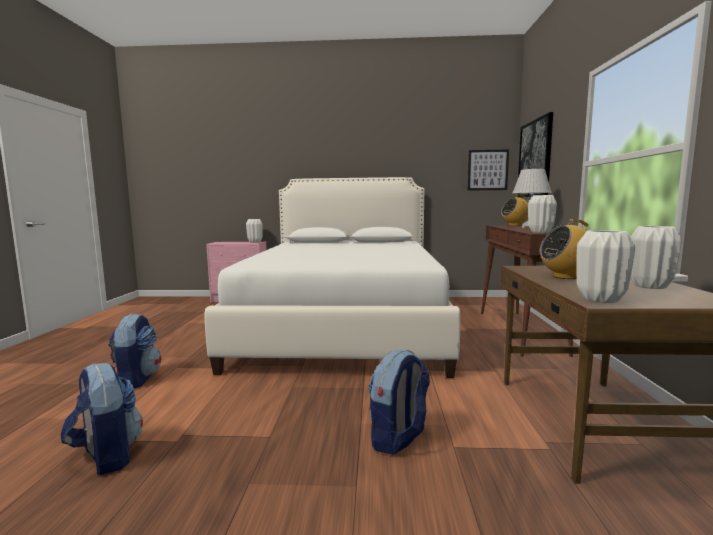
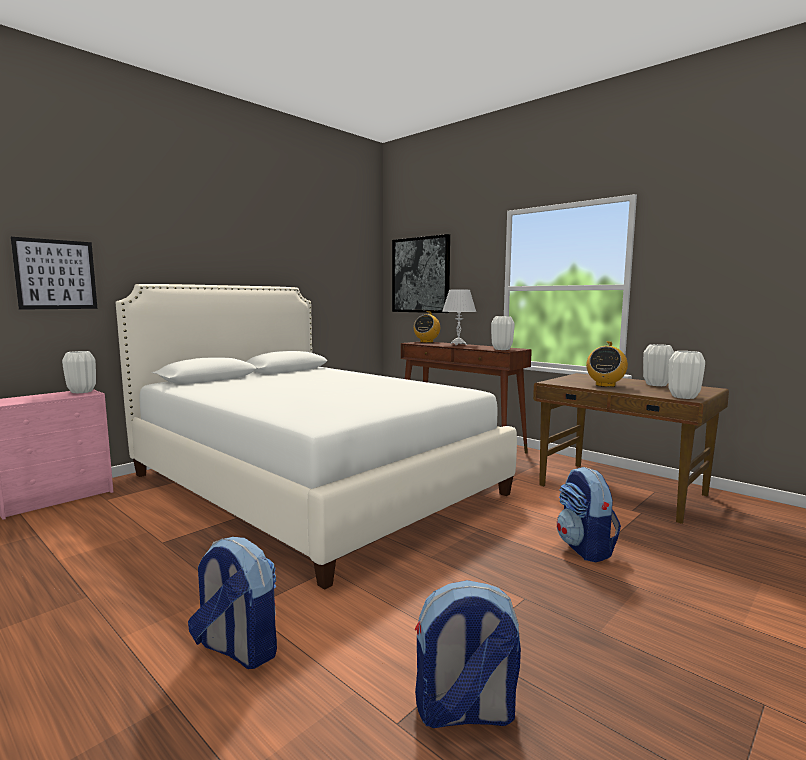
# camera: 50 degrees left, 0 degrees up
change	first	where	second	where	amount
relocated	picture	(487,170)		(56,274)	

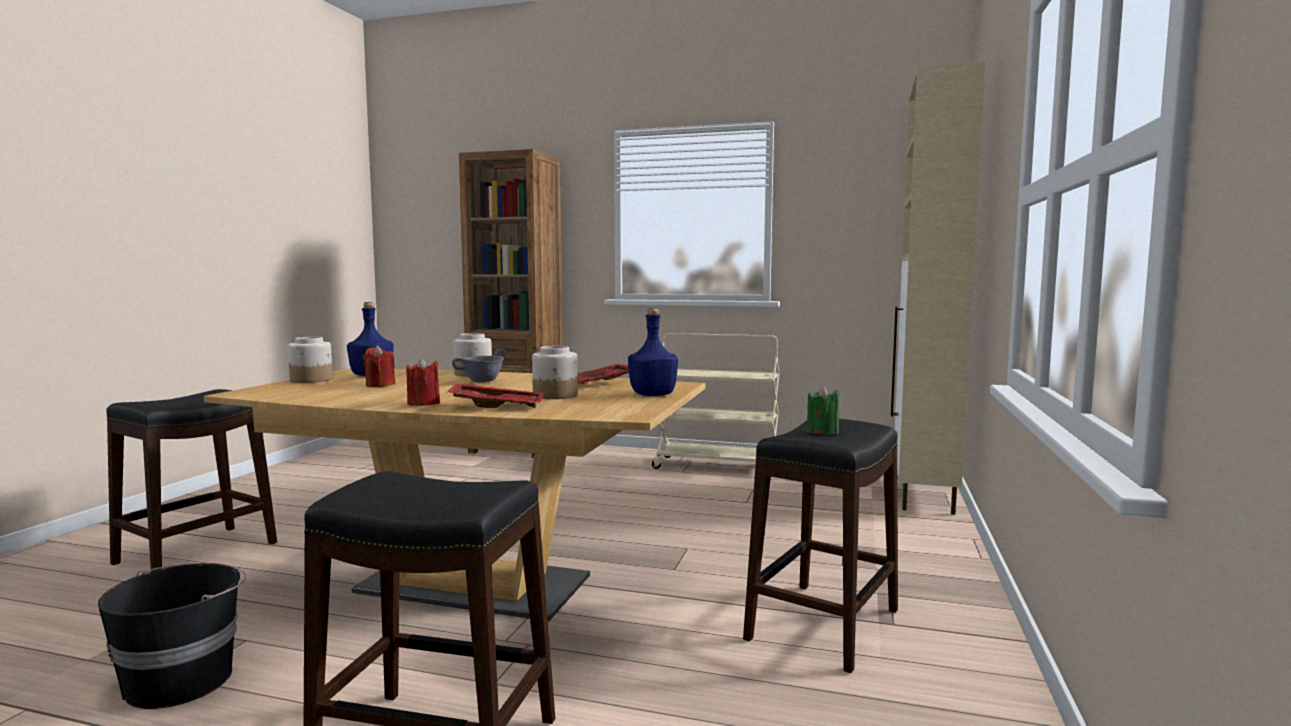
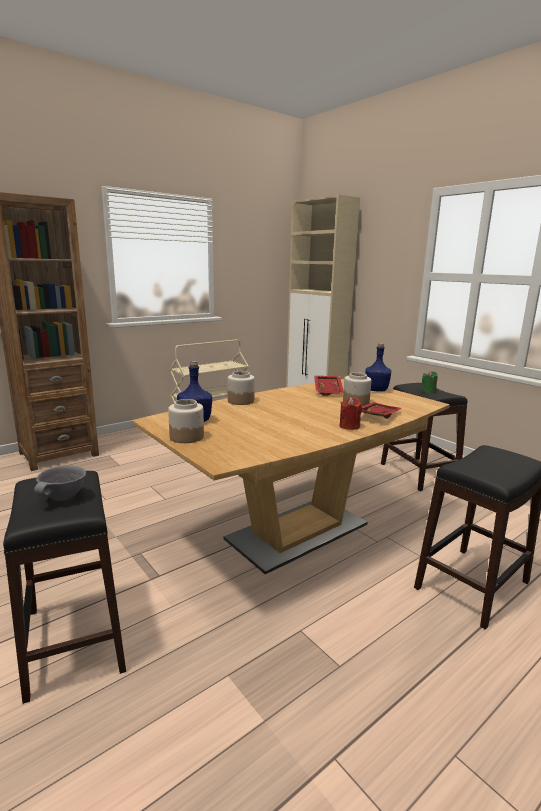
# camera: 55 degrees left, 10 degrees up
change	first	where	second	where	amount
missing	bucket/black	(182,681)			
missing	candle/red	(380,385)			
relocated	bowl/grey	(481,382)		(63,498)	

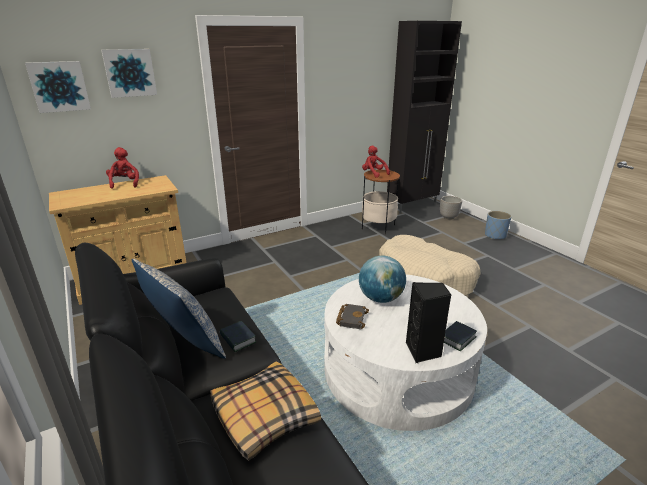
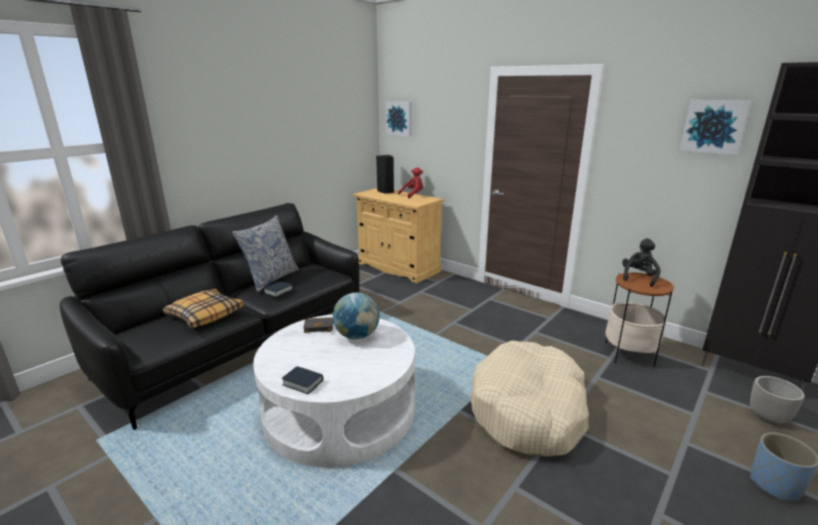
# camera: 70 degrees right, 5 degrees down
change	first	where	second	where	amount
relocated	picture	(129,72)		(714,126)	
colour	plush toy/red	(373,174)	plush toy/black	(638,278)	
relocated	speaker/black	(423,351)		(386,191)	

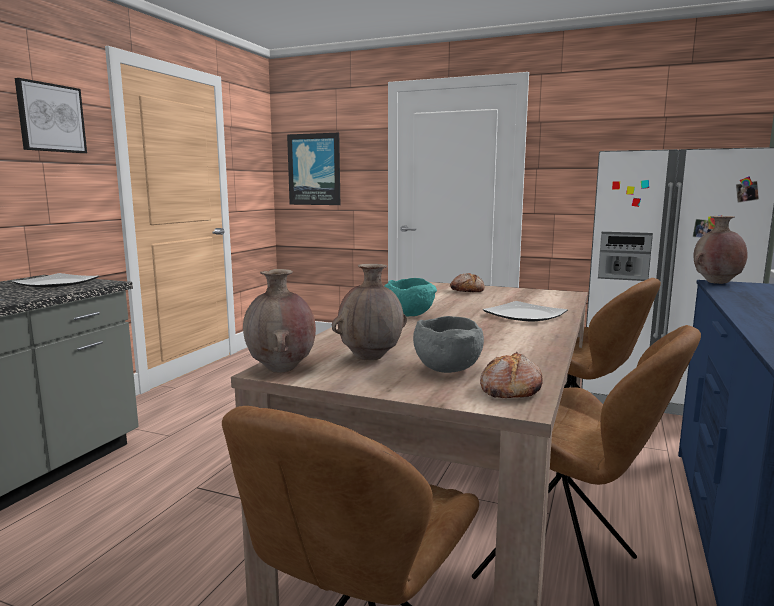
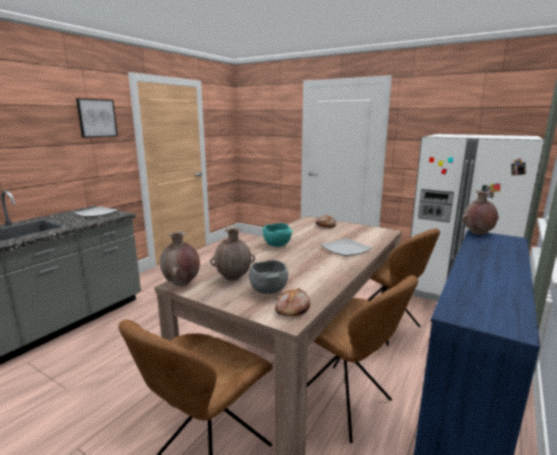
# camera: 10 degrees right, 5 degrees up
change	first	where	second	where	amount
missing	picture	(314,169)			

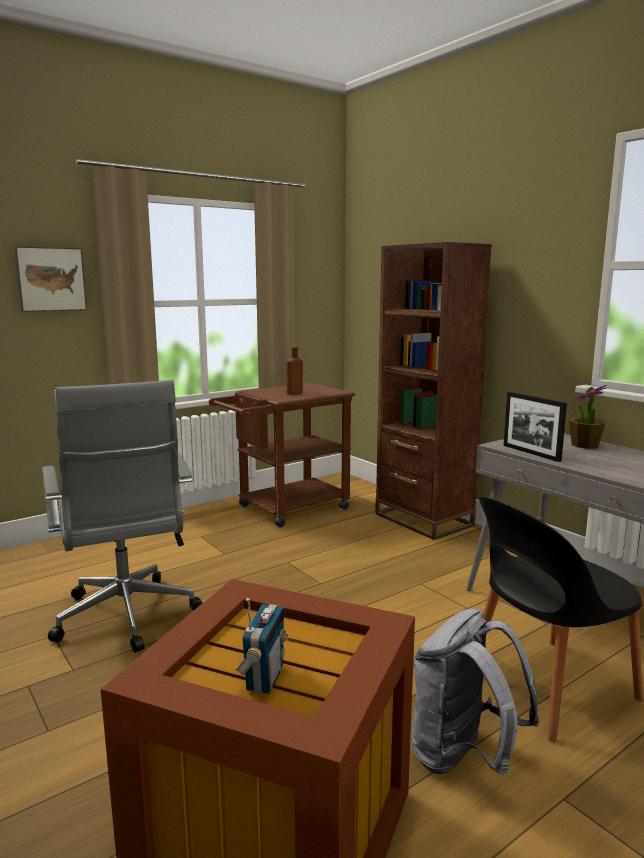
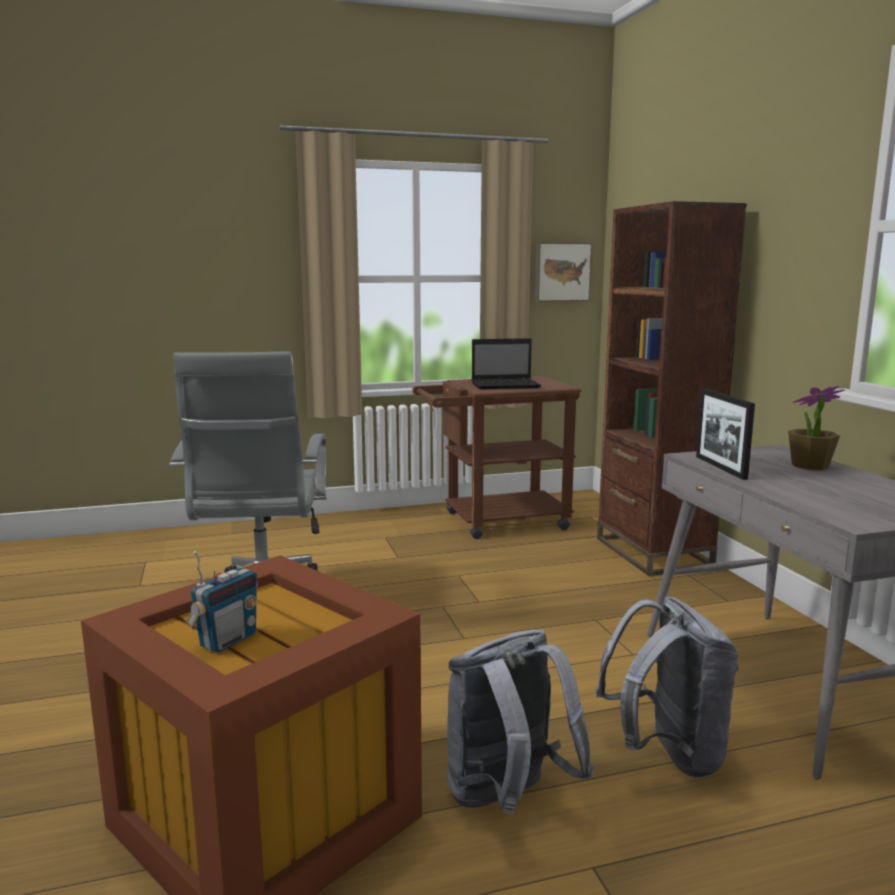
# camera: 20 degrees right, 0 degrees up
change	first	where	second	where	amount
relocated	picture	(50,279)		(562,272)	
exchanged	bottle/brown	(293,393)	laptop	(506,385)	
exchanged	chair/black	(547,687)	backpack/grey	(667,754)	

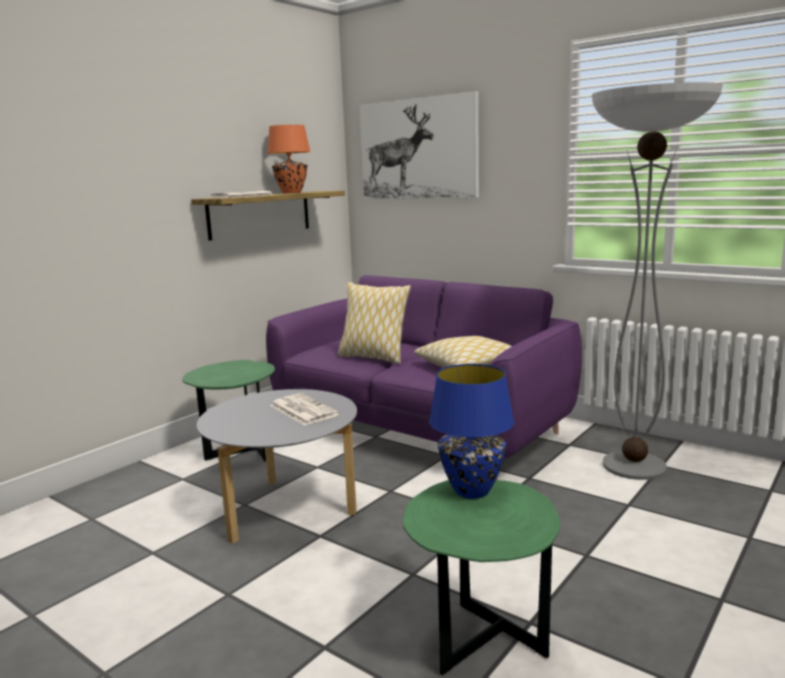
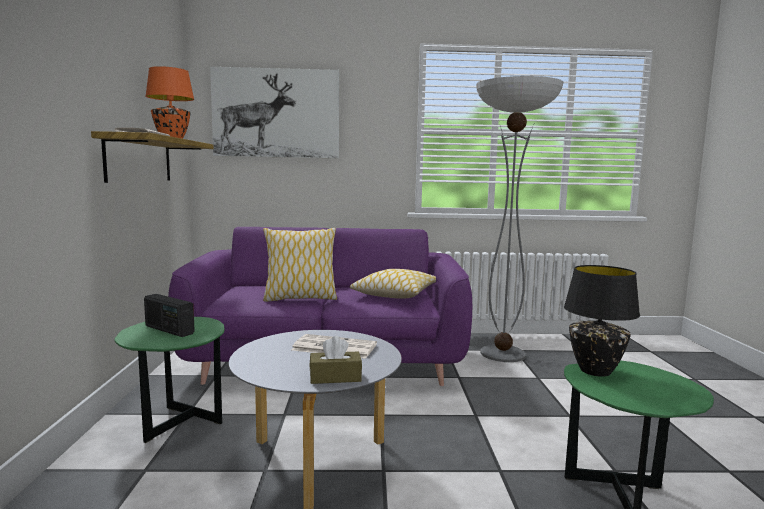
# camera: 40 degrees left, 5 degrees down
change	first	where	second	where	amount
colour	table lamp/blue	(472,490)	table lamp/black	(595,370)	
appeared			radio	(169,330)	
appeared			tissue box/brown	(335,377)	

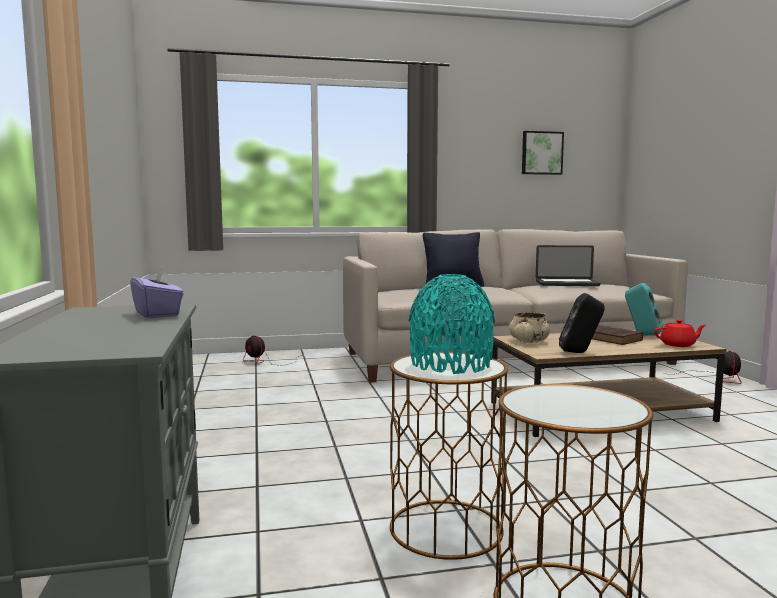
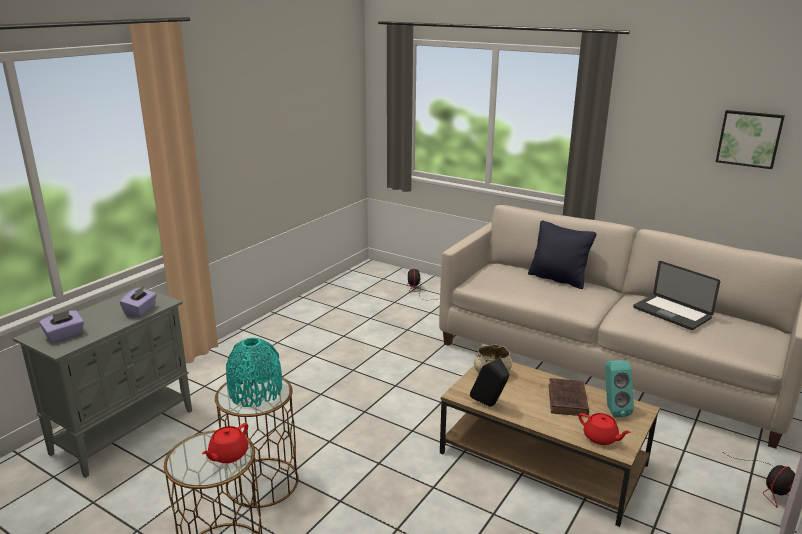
# camera: 45 degrees right, 15 degrees up
change	first	where	second	where	amount
appeared			tissue box/purple	(65,335)	
appeared			teapot/red	(228,455)	

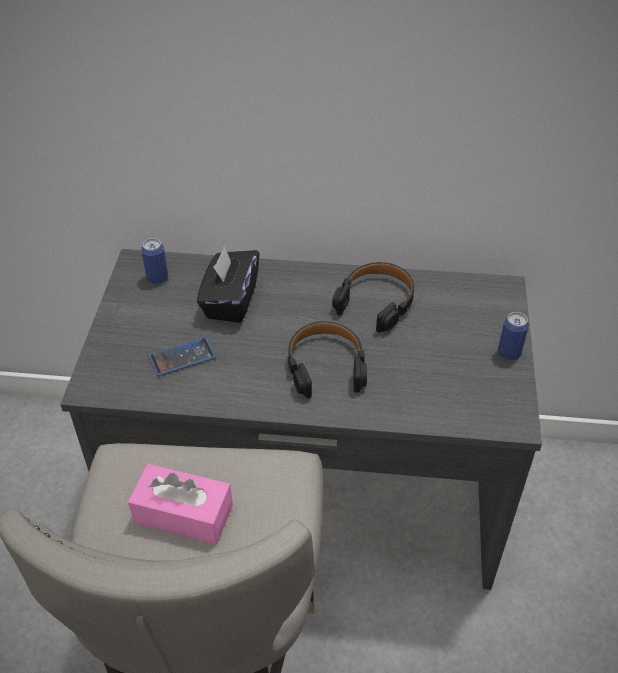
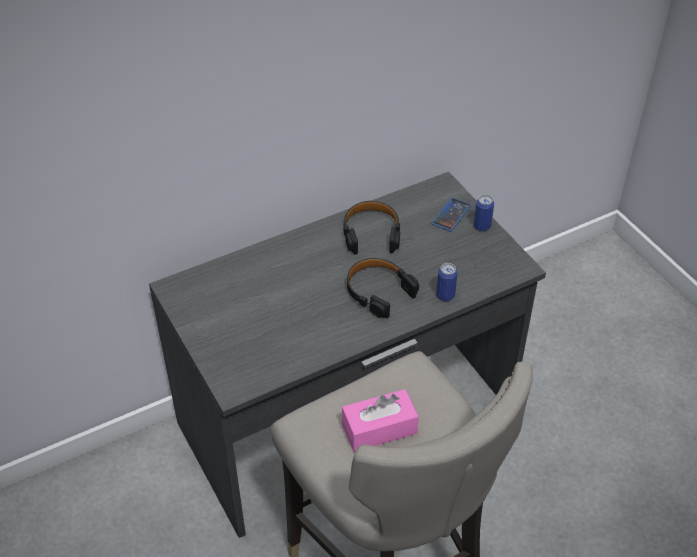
# camera: 35 degrees left, 0 degrees up
change	first	where	second	where	amount
relocated	can	(157,278)		(445,295)	
relocated	phone	(182,357)		(451,215)	
missing	tissue box/black	(230,301)			

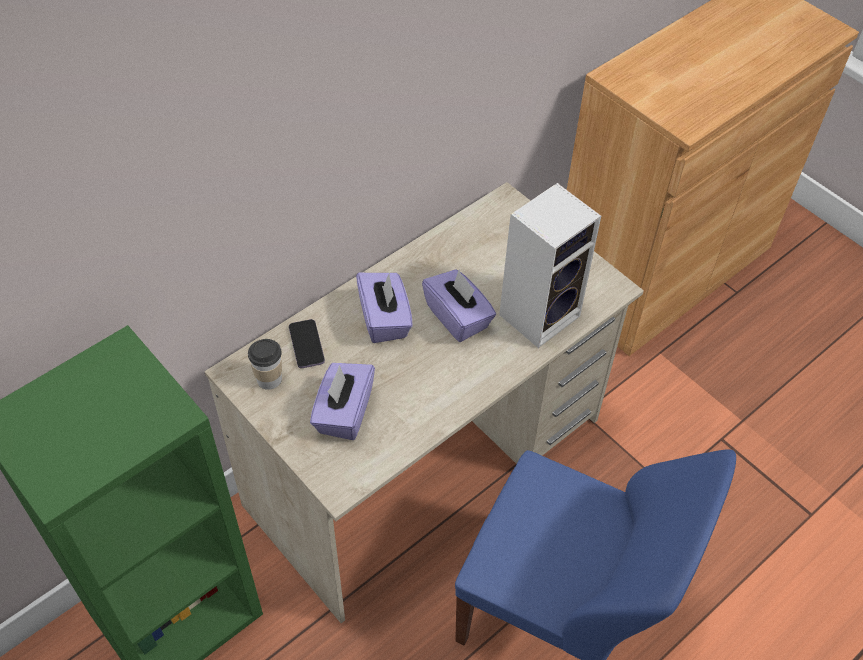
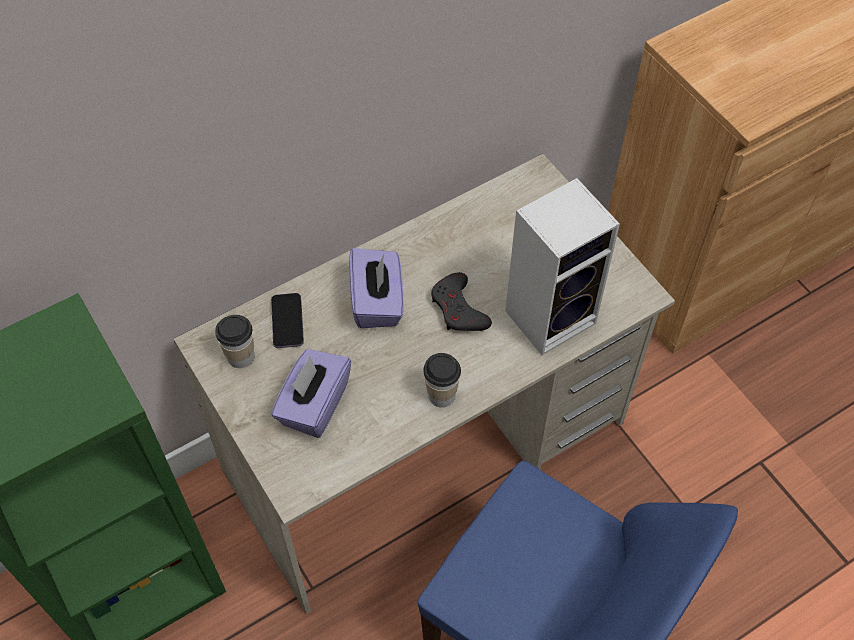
# camera: 10 degrees right, 5 degrees up
change	first	where	second	where	amount
exchanged	tissue box/purple	(458,317)	game controller/grey	(459,309)	
appeared			cup	(441,395)	

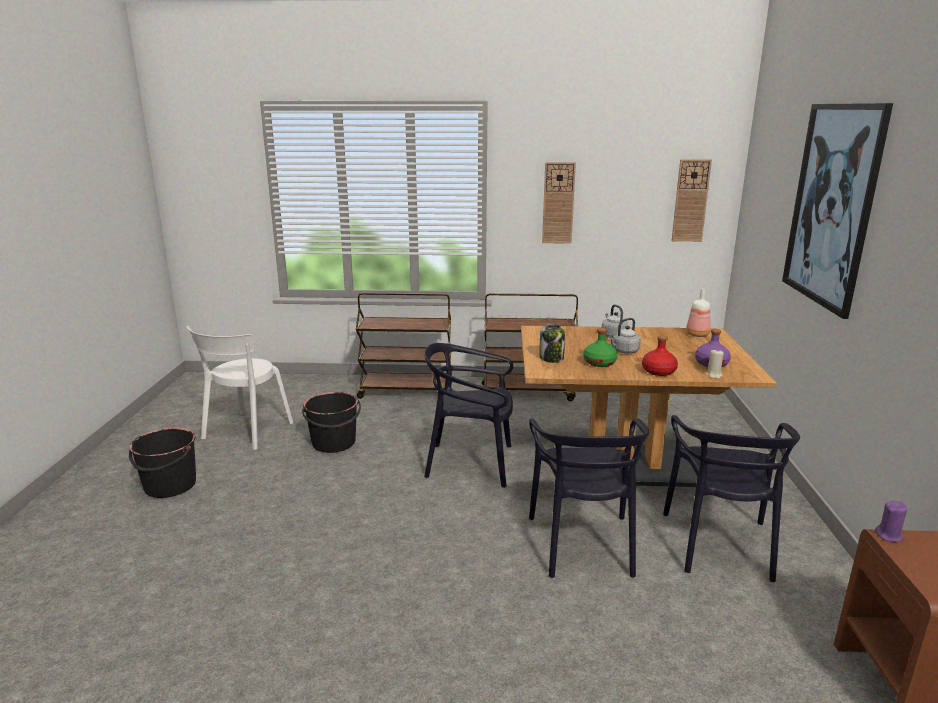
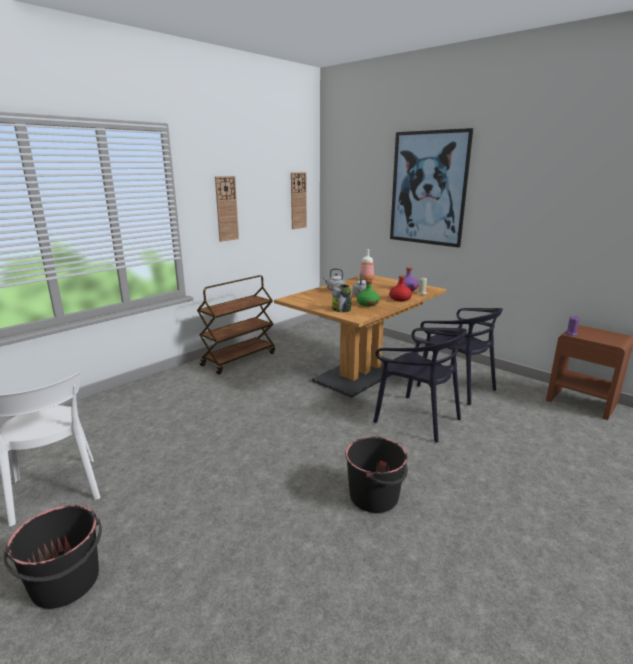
# camera: 50 degrees left, 0 degrees up
change	first	where	second	where	amount
relocated	bucket/black	(334,443)		(375,496)	
missing	cart/brown	(407,391)			
missing	chair/black	(471,463)			

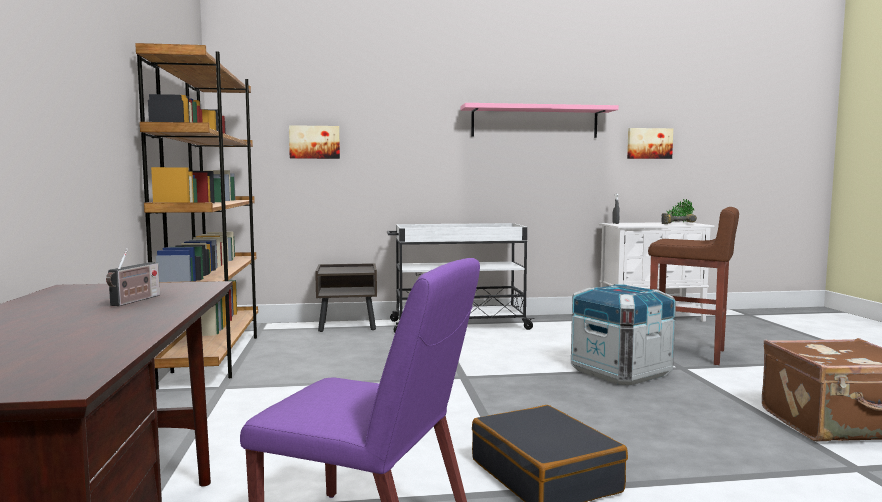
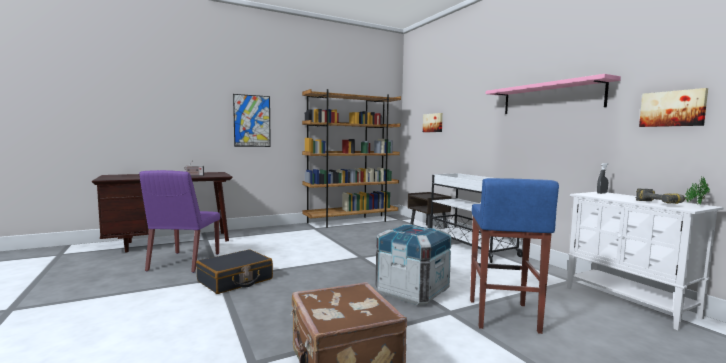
# camera: 70 degrees right, 0 degrees up
change	first	where	second	where	amount
colour	stool/brown	(688,353)	stool/blue	(502,316)	
appeared			picture	(252,121)	

